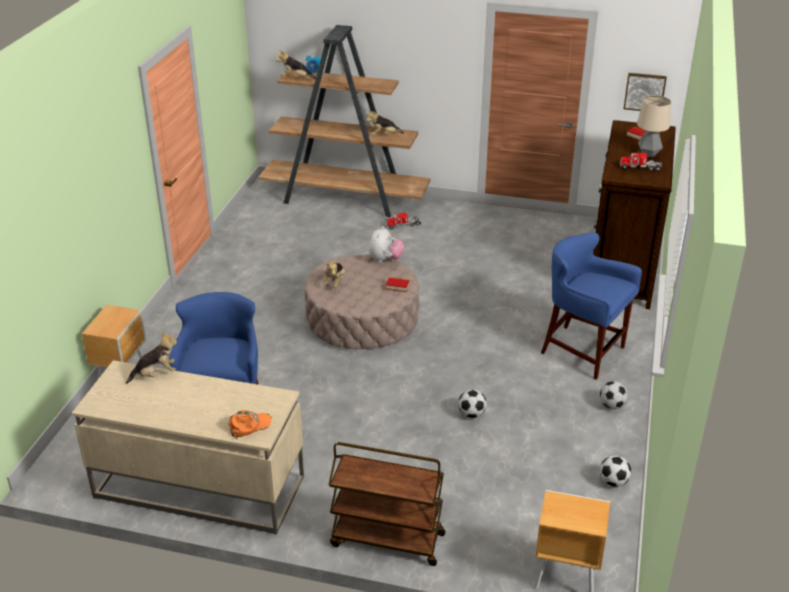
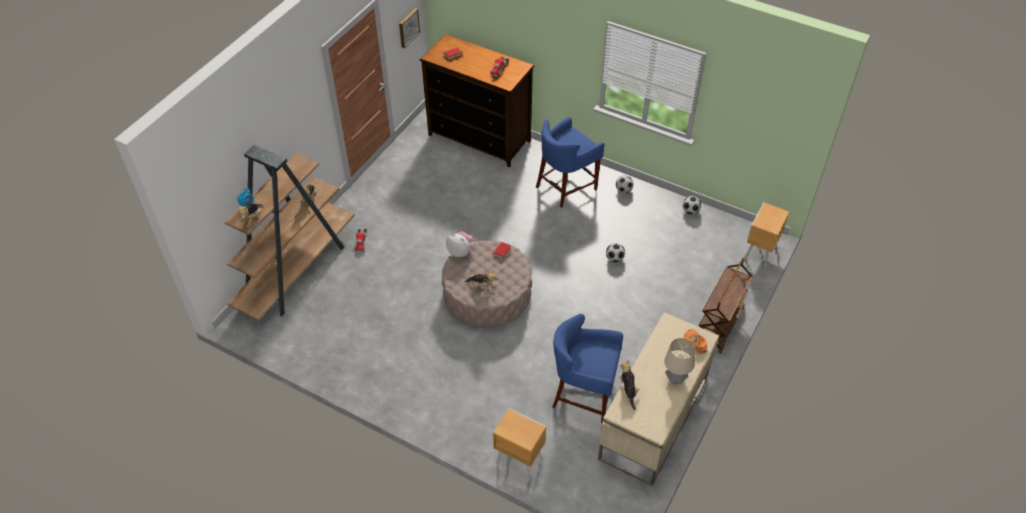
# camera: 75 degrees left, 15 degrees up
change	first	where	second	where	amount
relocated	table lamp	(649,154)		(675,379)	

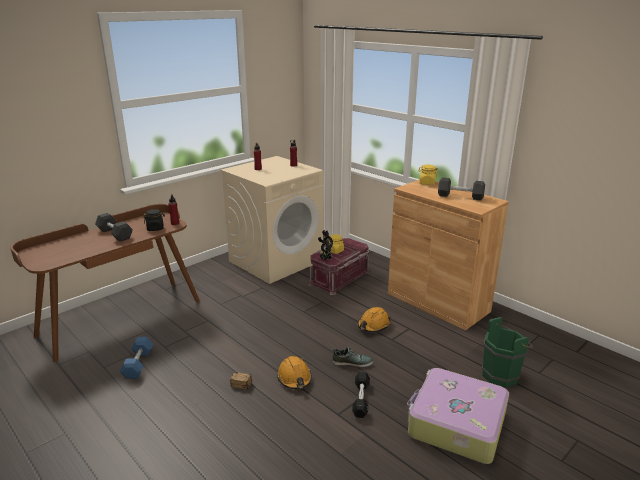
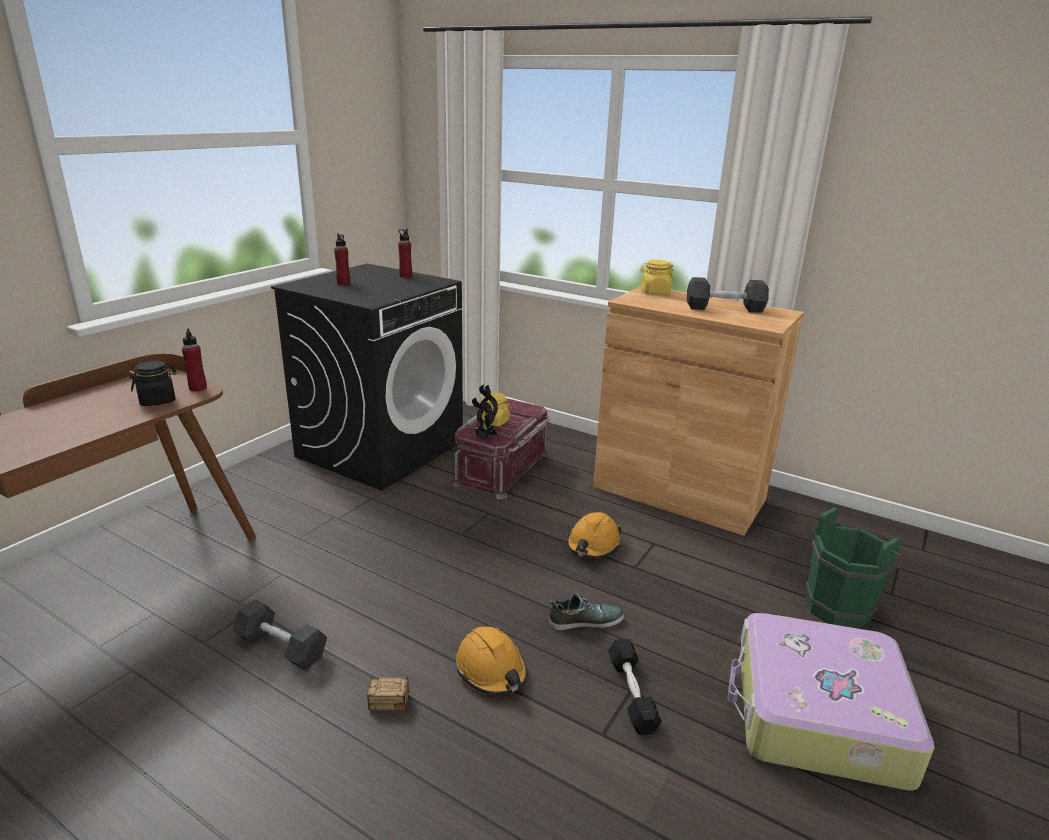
# camera: 15 degrees left, 0 degrees up
change	first	where	second	where	amount
relocated	dumbbell/black	(115,234)		(281,647)	
missing	dumbbell/blue	(138,364)			
colour	washing machine/beige	(276,260)	washing machine/black	(381,448)	

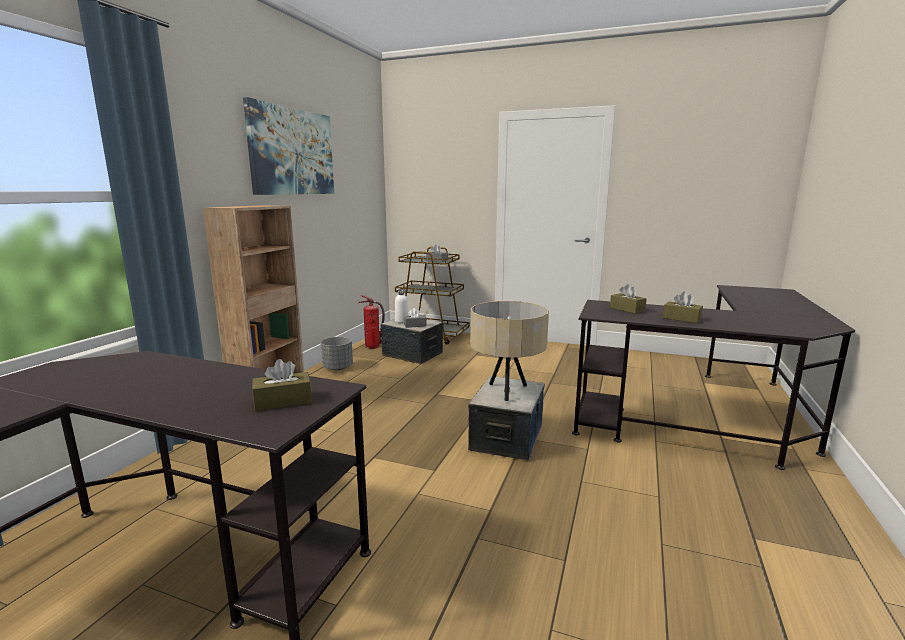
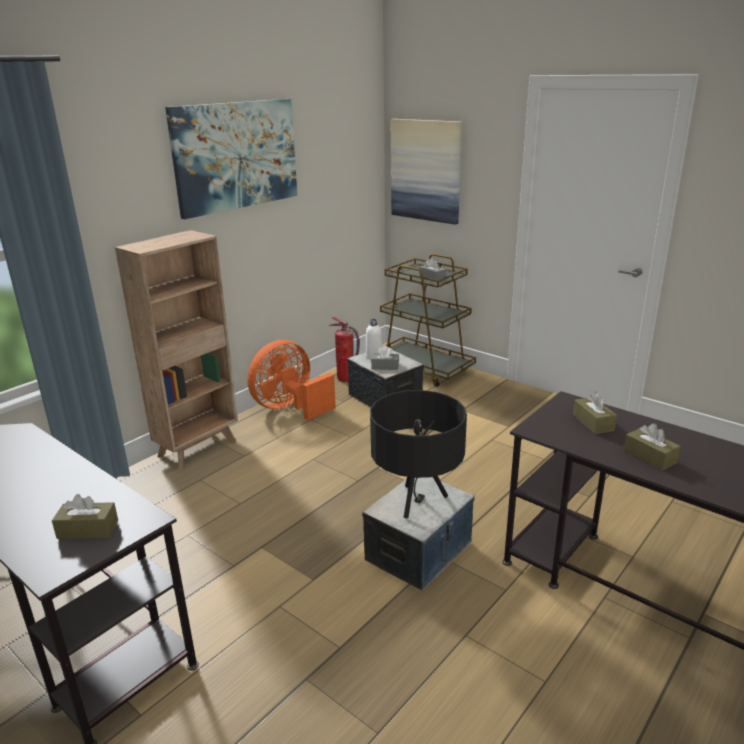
# camera: 20 degrees right, 10 degrees up
change	first	where	second	where	amount
exchanged	planter/grey	(338,368)	fan/orange	(290,408)	
colour	table lamp/beige	(506,392)	table lamp/black	(416,503)	
appeared			picture	(426,170)	

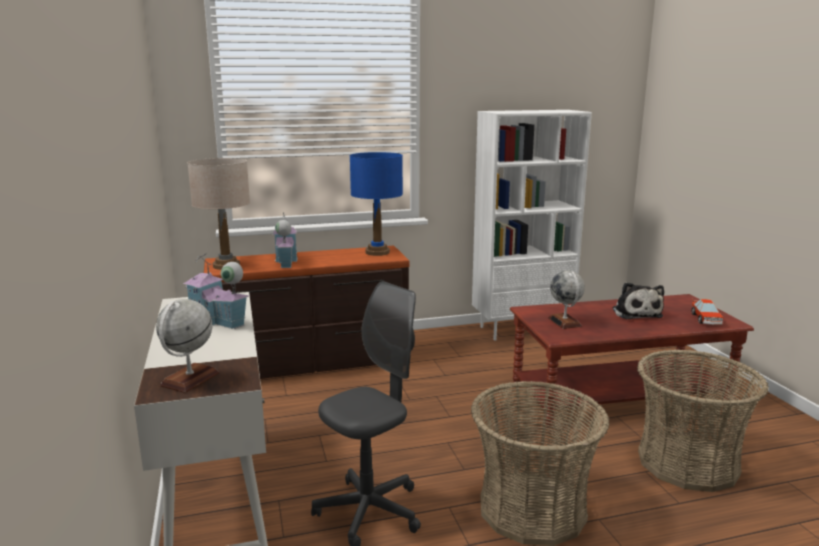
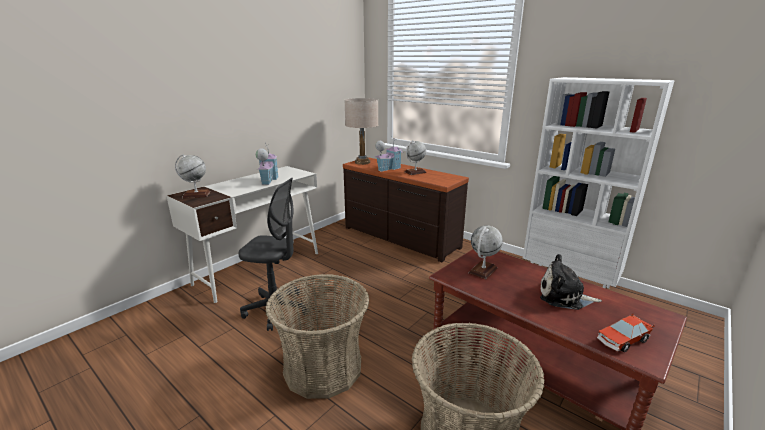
# camera: 55 degrees right, 5 degrees up
change	first	where	second	where	amount
missing	table lamp/blue	(377,252)			
spun	plush toy	(636,313)		(564,296)	60 degrees clockwise
appeared			globe	(415,172)	

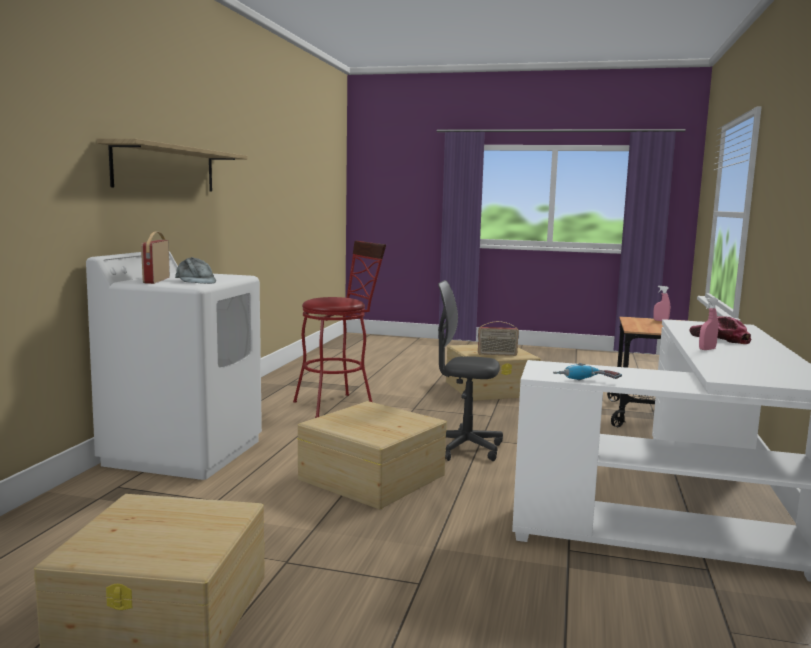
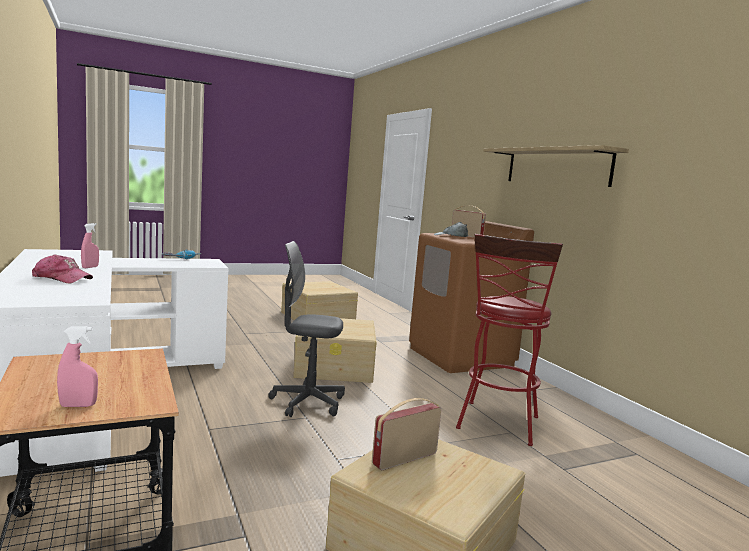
# camera: 140 degrees right, 0 degrees up
change	first	where	second	where	amount
colour	washing machine/white	(184,452)	washing machine/brown	(461,357)	
spun	office chair/grey	(464,448)		(307,402)	150 degrees counterclockwise

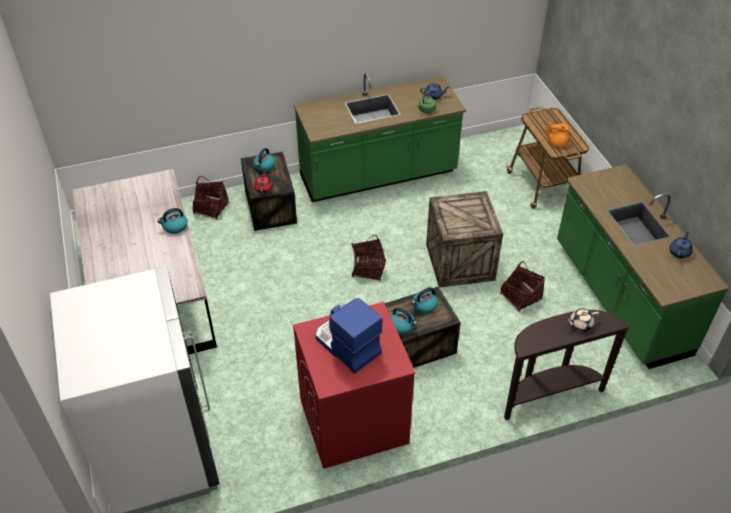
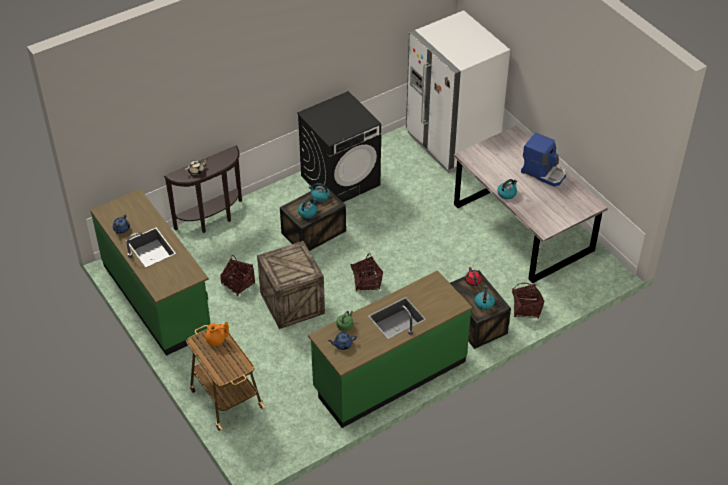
# camera: 165 degrees right, 0 degrees up
change	first	where	second	where	amount
colour	washing machine/red	(353,421)	washing machine/black	(340,180)	
relocated	coffee machine	(346,346)		(543,172)	

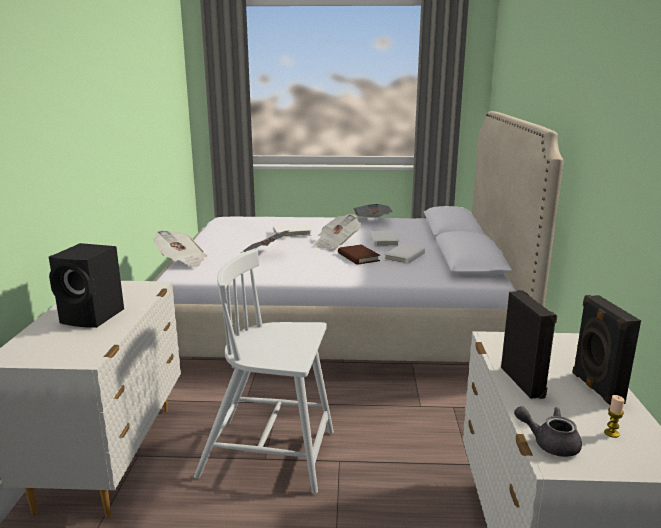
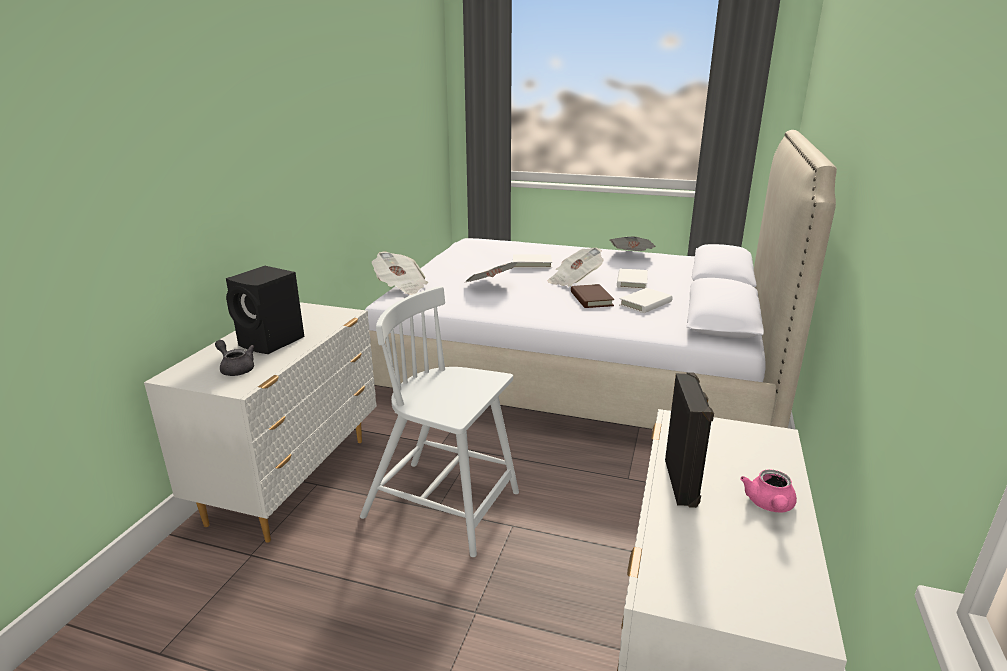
# camera: 15 degrees right, 5 degrees up
change	first	where	second	where	amount
relocated	teapot/grey	(549,443)		(236,368)	
exchanged	speaker/black	(595,388)	teapot/pink	(769,505)	
missing	candle	(611,433)			

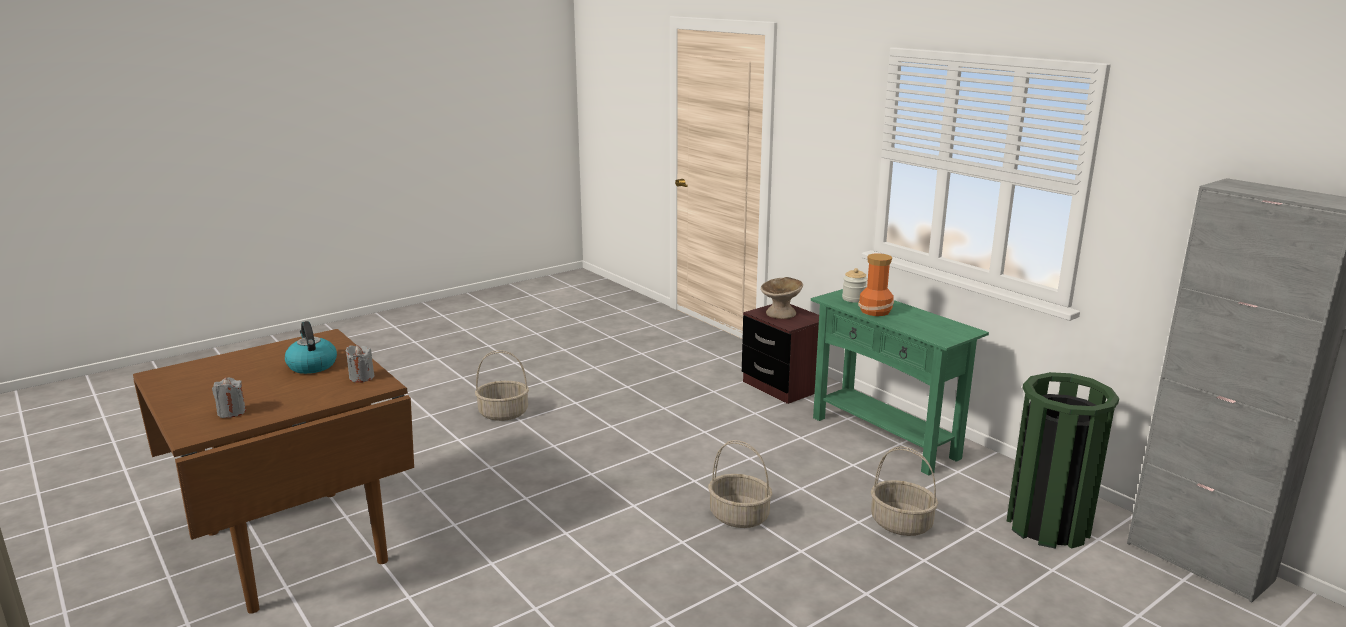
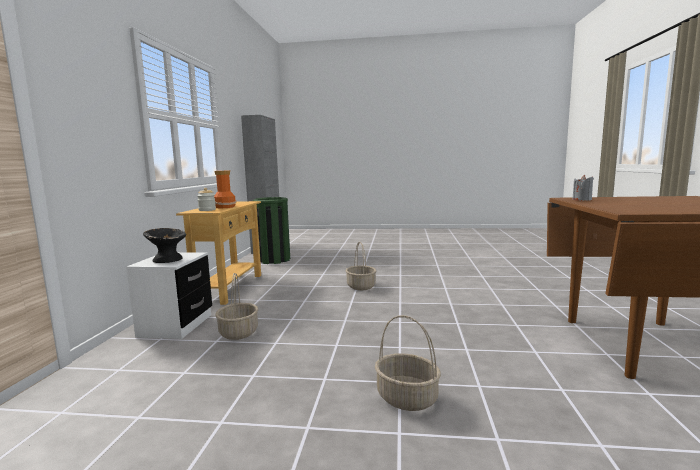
# camera: 135 degrees left, 10 degrees down
change	first	where	second	where	amount
missing	candle/grey	(231,412)			
missing	kettle	(312,365)			
colour	nightstand/brown	(783,386)	nightstand/white	(176,325)	
colour	bowl/beige	(781,314)	bowl/black	(167,260)	
colour	console table/green	(884,437)	console table/beige	(230,288)	
relocated	basket	(902,524)		(238,332)	

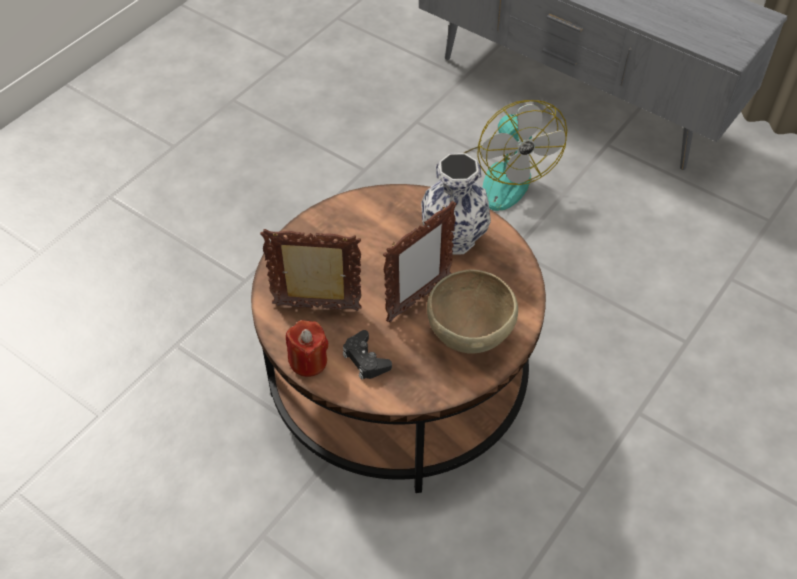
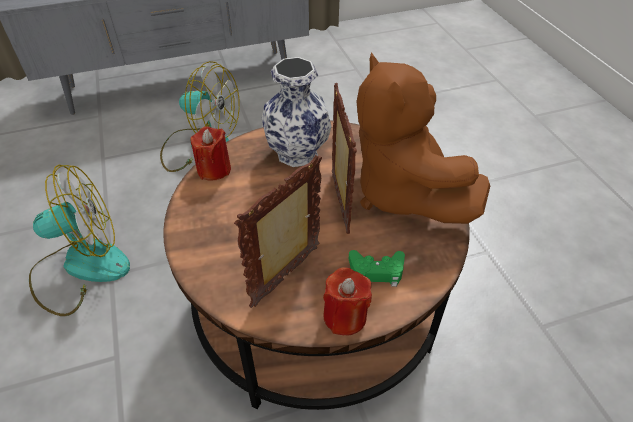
# camera: 55 degrees left, 5 degrees down
change	first	where	second	where	amount
colour	game controller/black	(365,359)	game controller/green	(376,271)	
exchanged	bowl/brown	(469,335)	plush toy/brown	(402,193)	
appeared			fan	(80,267)	
appeared			candle/red	(214,169)	

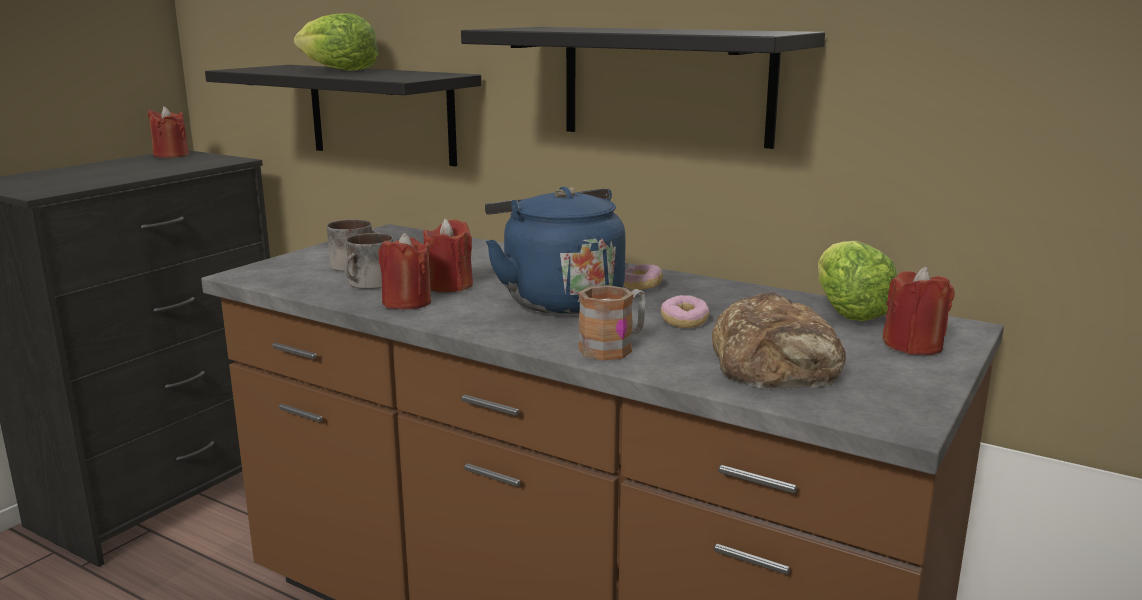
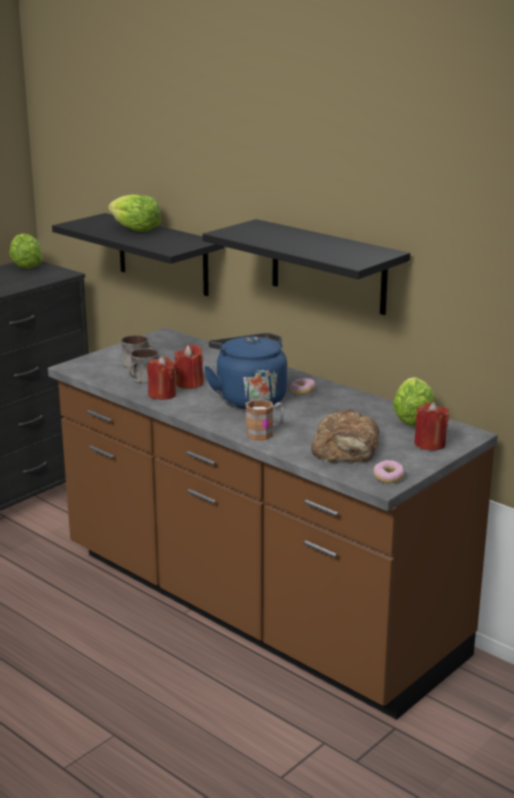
# camera: 10 degrees right, 5 degrees up
change	first	where	second	where	amount
exchanged	candle/red	(171,155)	lettuce	(25,265)	
relocated	donut	(684,322)		(388,478)	

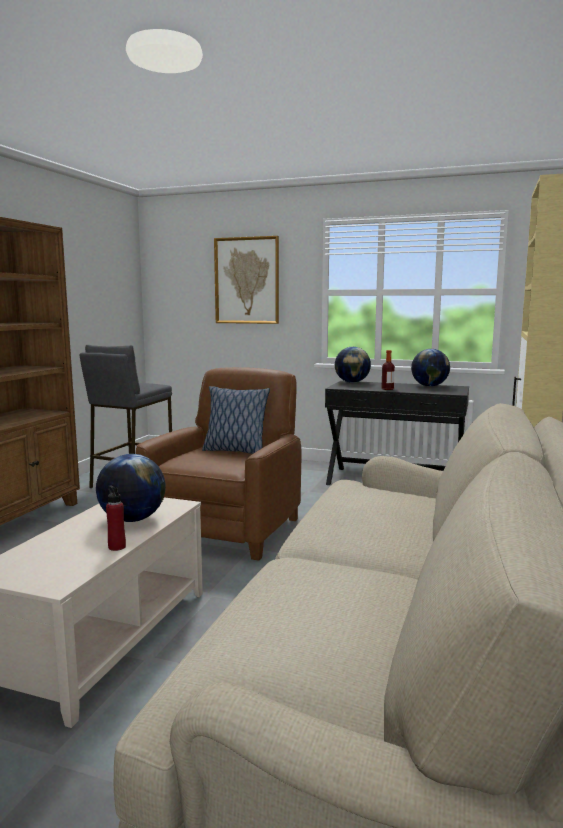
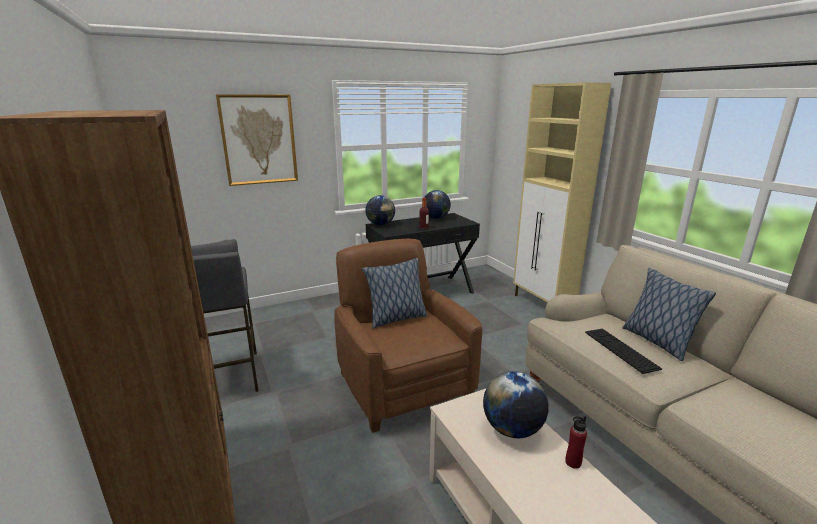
# camera: 45 degrees left, 10 degrees up
change	first	where	second	where	amount
appeared			keyboard	(620,349)	
appeared			pillow	(656,341)	

